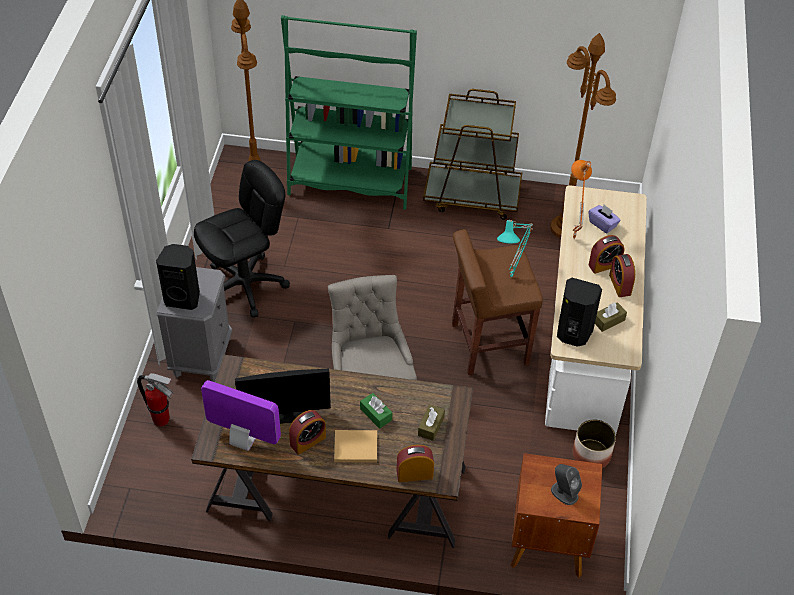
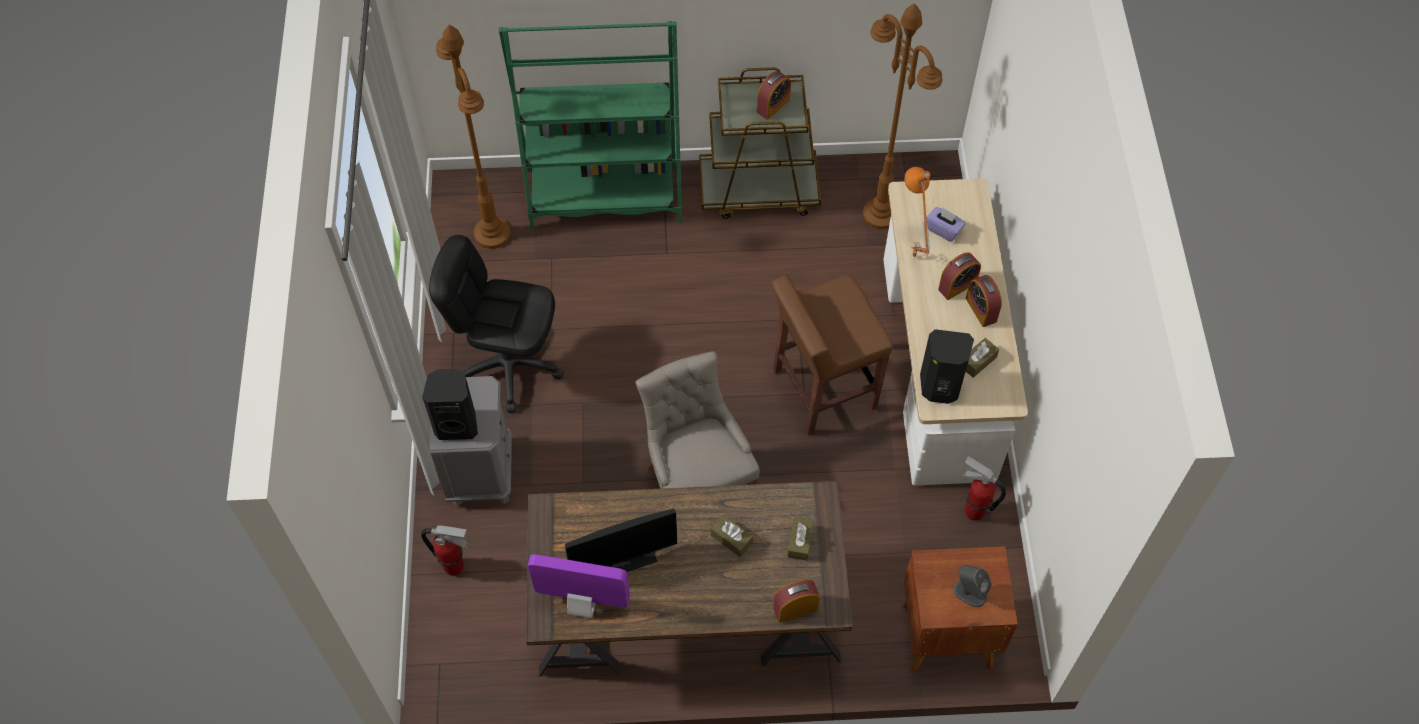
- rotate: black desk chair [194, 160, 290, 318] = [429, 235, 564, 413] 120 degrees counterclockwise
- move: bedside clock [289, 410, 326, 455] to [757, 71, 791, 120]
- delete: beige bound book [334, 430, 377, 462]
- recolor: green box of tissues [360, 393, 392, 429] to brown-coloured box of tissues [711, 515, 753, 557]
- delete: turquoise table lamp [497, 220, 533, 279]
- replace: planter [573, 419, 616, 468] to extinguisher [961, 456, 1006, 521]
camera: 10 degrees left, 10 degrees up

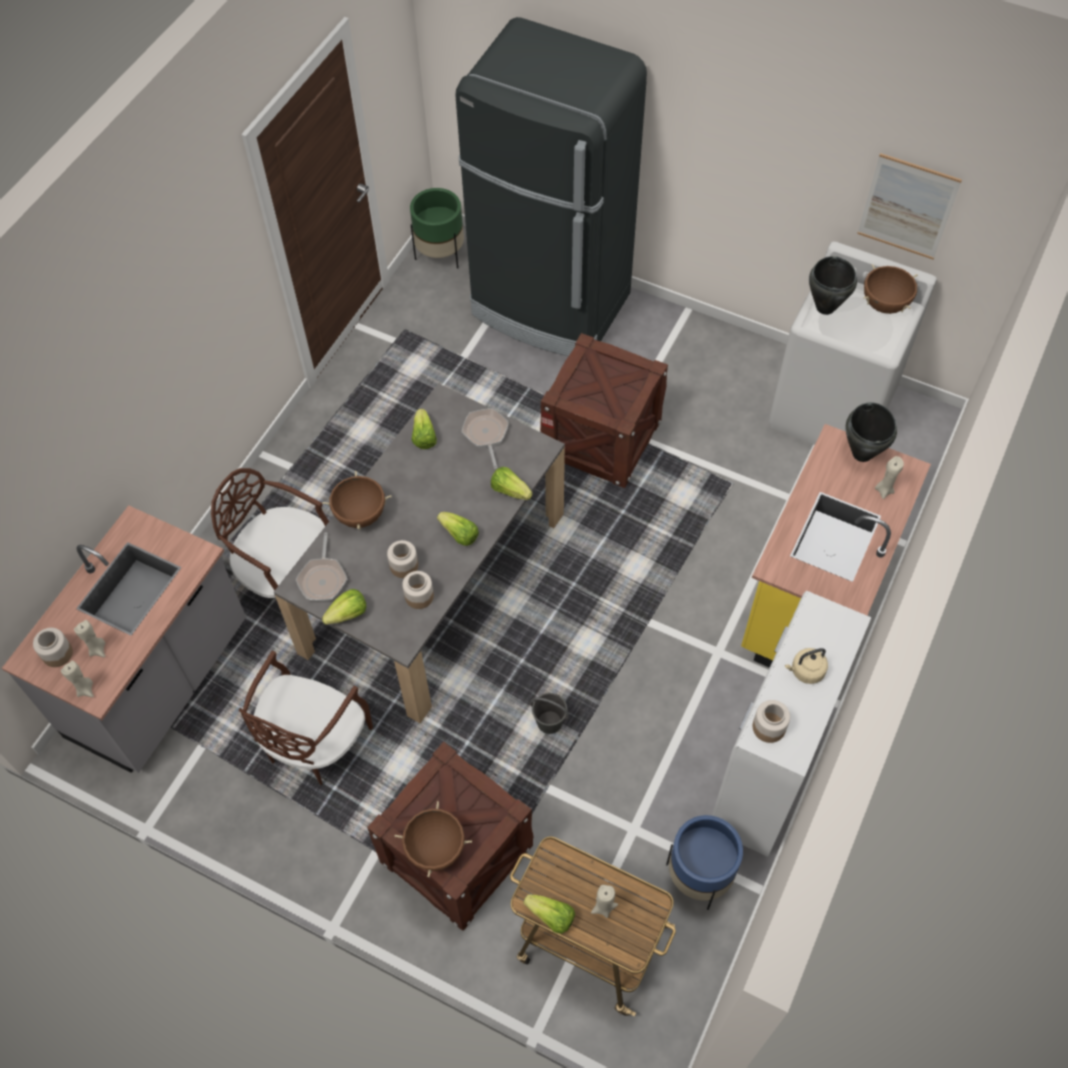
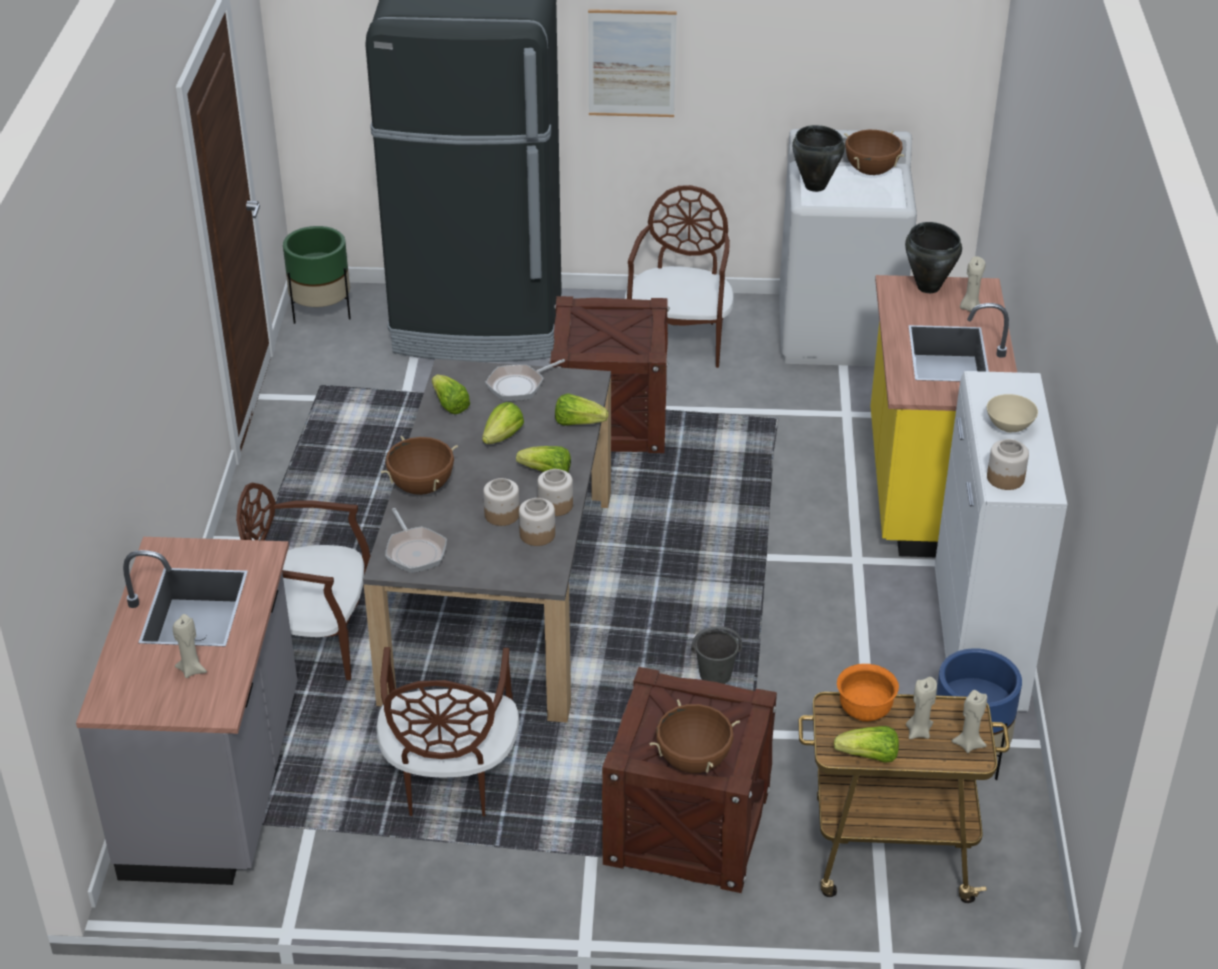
- move: preserve jar [33, 628, 73, 667] to [537, 469, 573, 516]
- move: beige candle [61, 661, 94, 697] to [952, 690, 987, 753]
- move: lettuce head [322, 589, 366, 625] to [482, 402, 524, 444]
- rotate: frying pan [461, 408, 509, 469] = [485, 359, 565, 401] 90 degrees counterclockwise
- replace: beige kettle [785, 648, 828, 684] to beige deep dish [987, 394, 1038, 433]
- move: wall picture [857, 153, 962, 259] to [588, 9, 677, 117]
- insert: brown-coloured upright chair [624, 185, 734, 368]
- insert: orange deep dish [837, 664, 899, 722]
camera: 25 degrees left, 20 degrees down

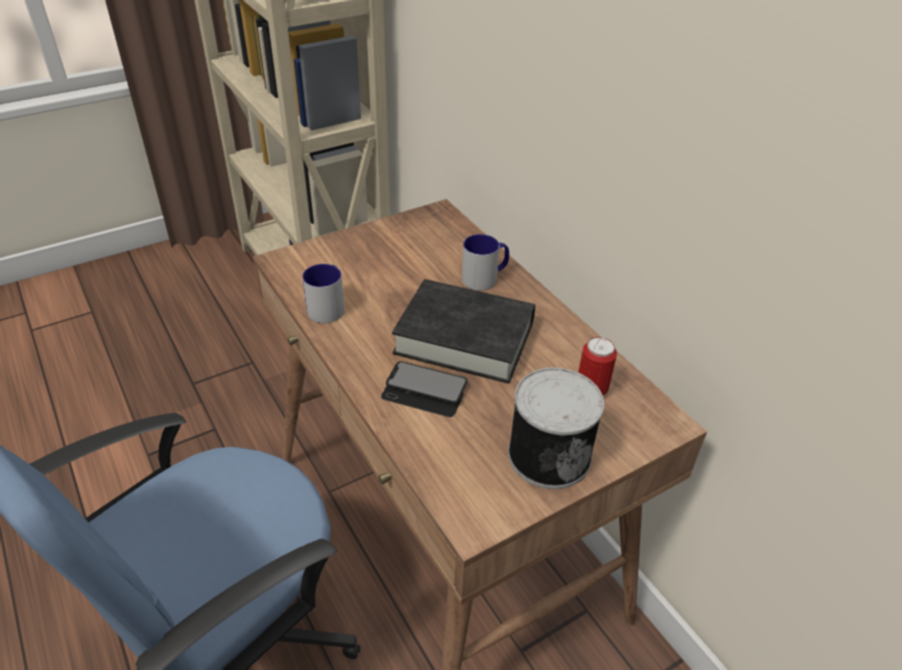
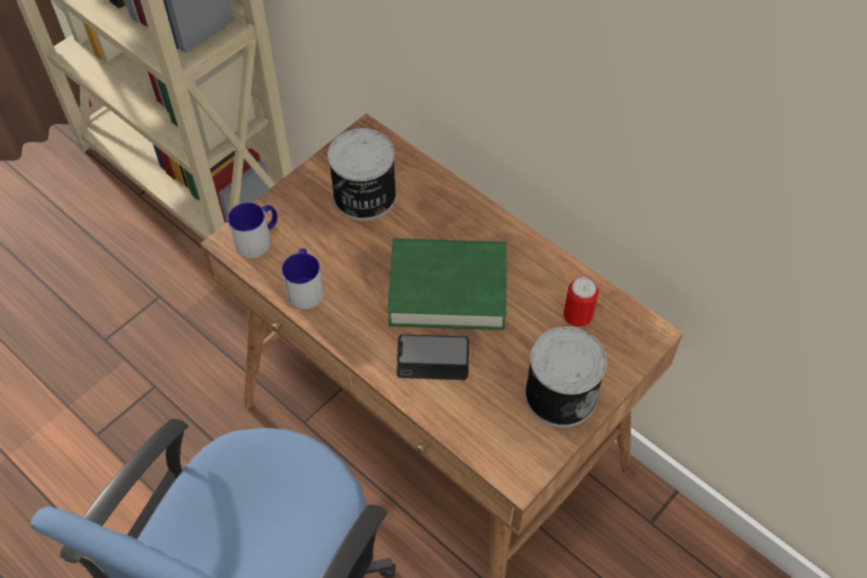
- recolor: black bound book [392, 279, 535, 384] to green bound book [388, 238, 506, 330]
- move: tea mug [462, 234, 509, 290] to [228, 203, 277, 258]
- insert: sealed can [328, 128, 397, 221]
camera: 15 degrees left, 15 degrees up

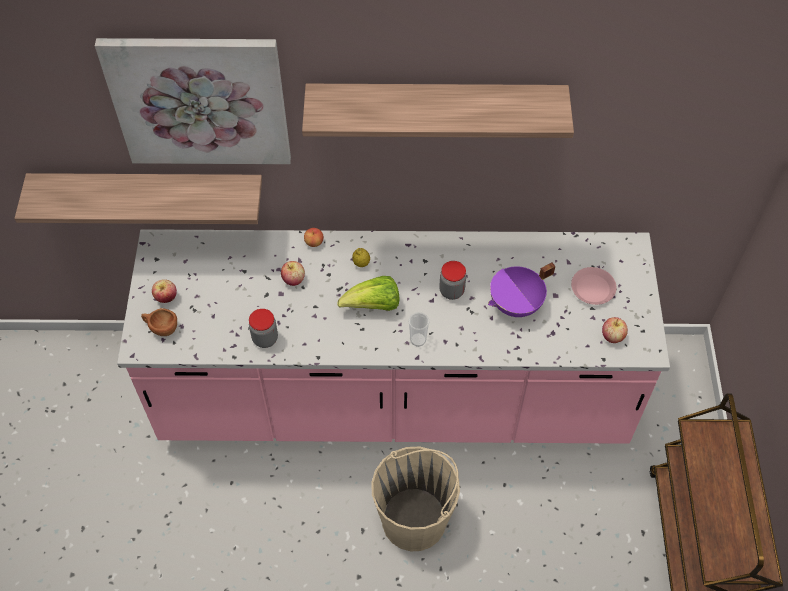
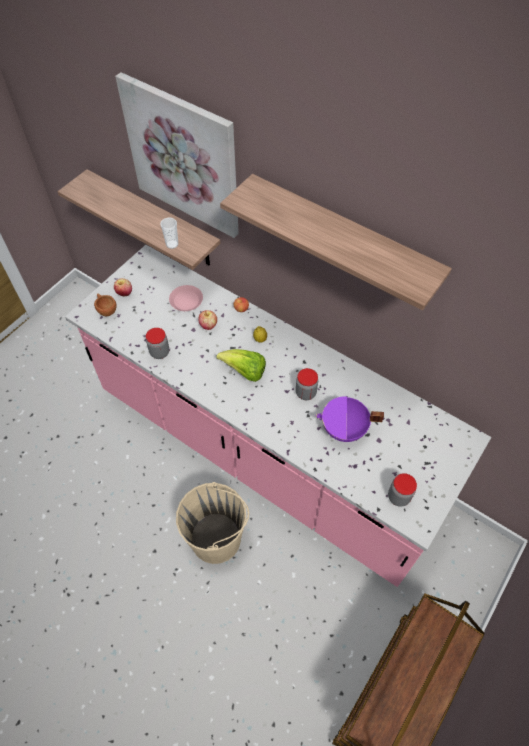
- move: cup [408, 312, 430, 347] to [160, 218, 178, 249]
- move: pink dinner plate [571, 267, 617, 305] to [169, 285, 203, 311]
- replace: apple fruit [602, 317, 628, 343] to preserve jar [388, 473, 417, 507]
camera: 35 degrees right, 0 degrees up

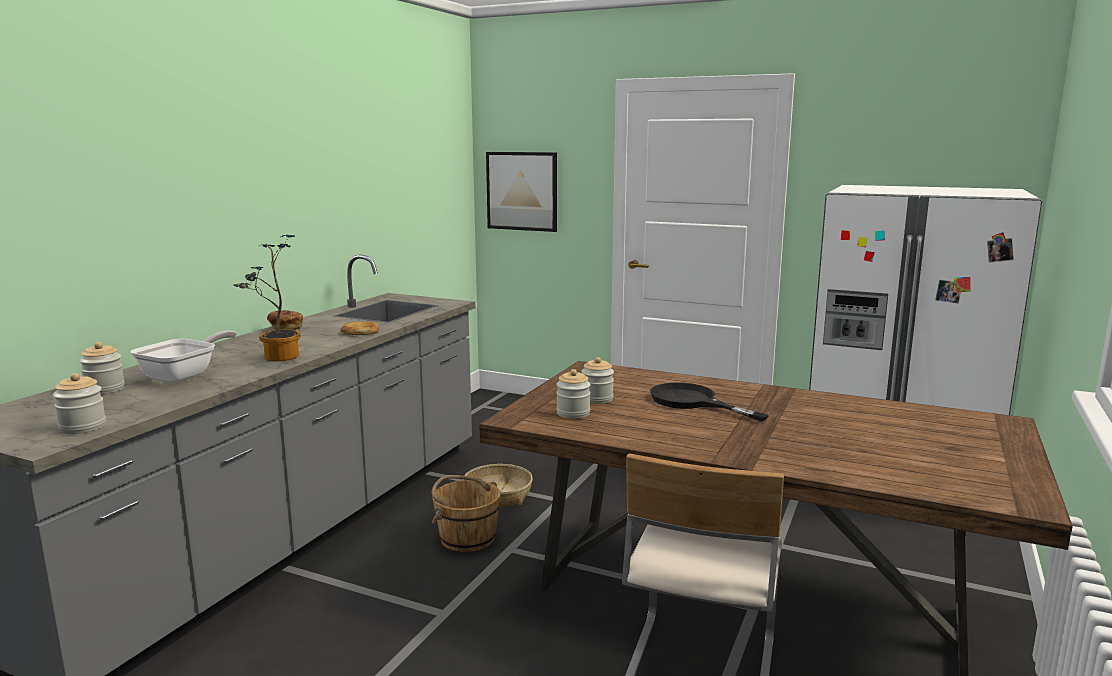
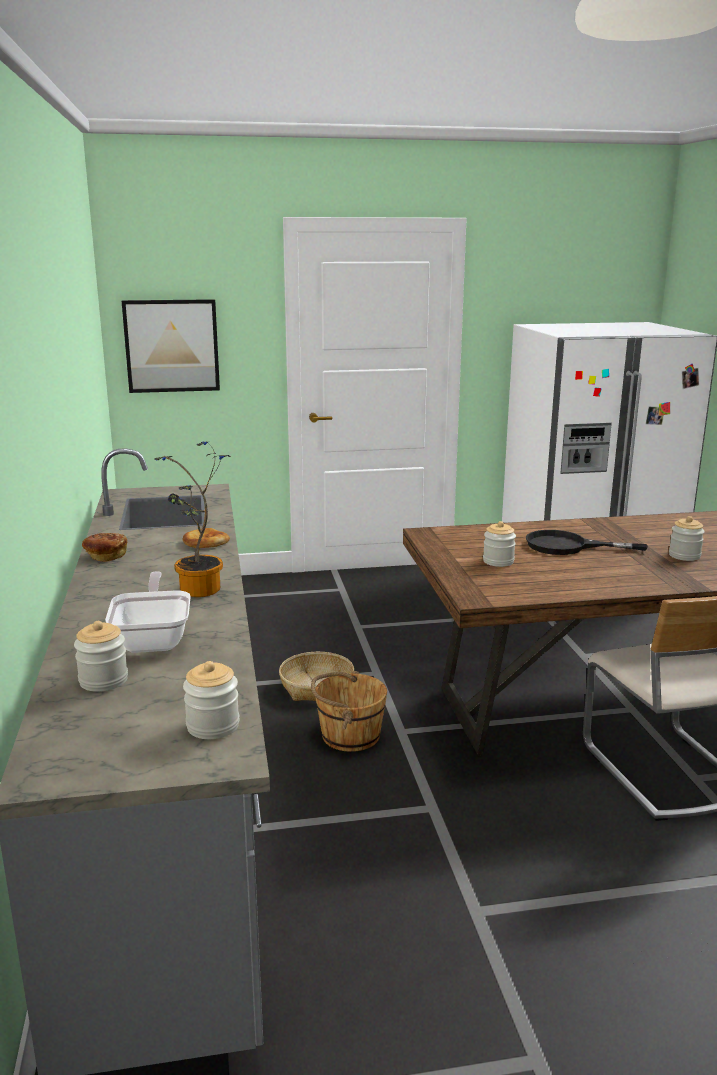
- move: preserve jar [556, 369, 591, 419] to [669, 516, 705, 561]
camera: 35 degrees left, 5 degrees up

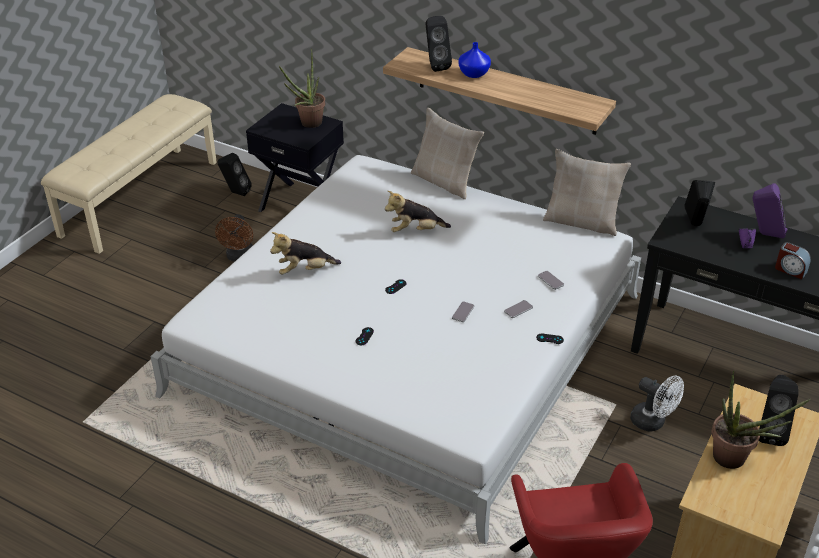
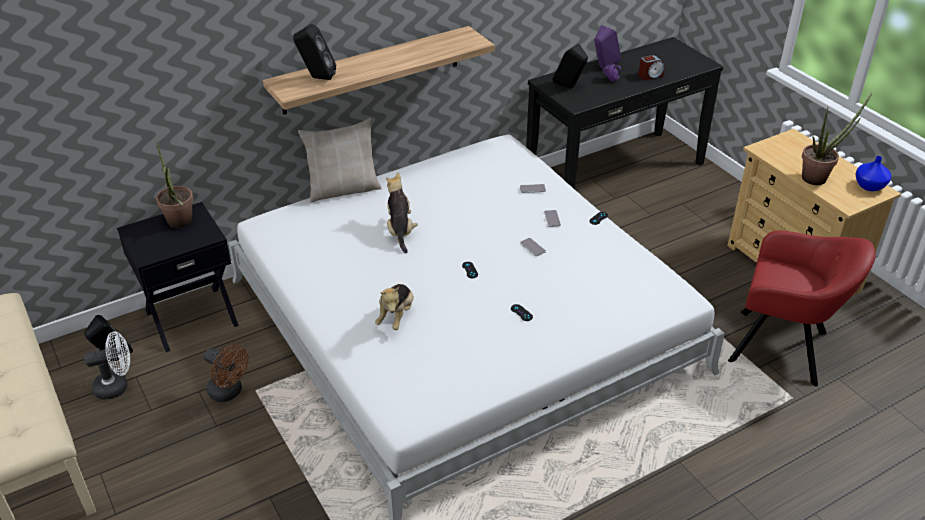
- rotate: cuddly toy [385, 191, 451, 232] = [386, 172, 418, 254] 150 degrees clockwise
- move: blue-coloured flower vase [458, 42, 491, 78] to [856, 156, 891, 191]
- delete: beige cushion [543, 149, 631, 236]
- move: white electric fan [630, 376, 684, 431] to [84, 331, 130, 400]
- delete: black speaker [759, 375, 799, 446]
camera: 60 degrees left, 0 degrees up

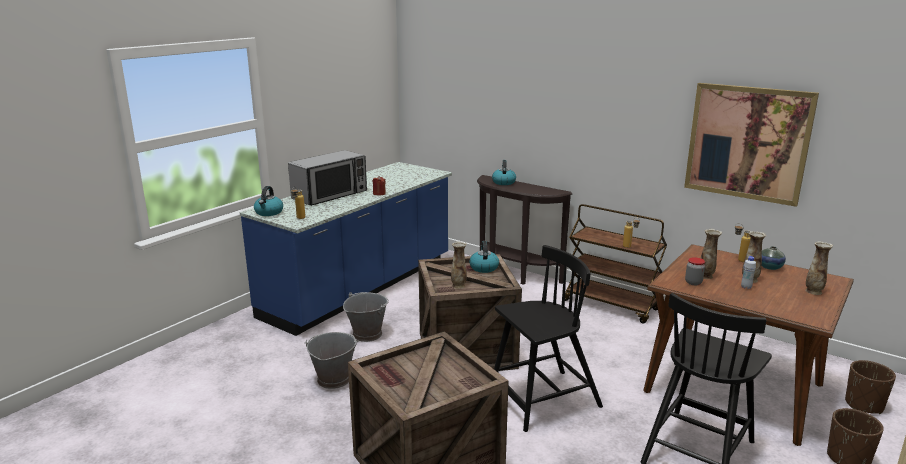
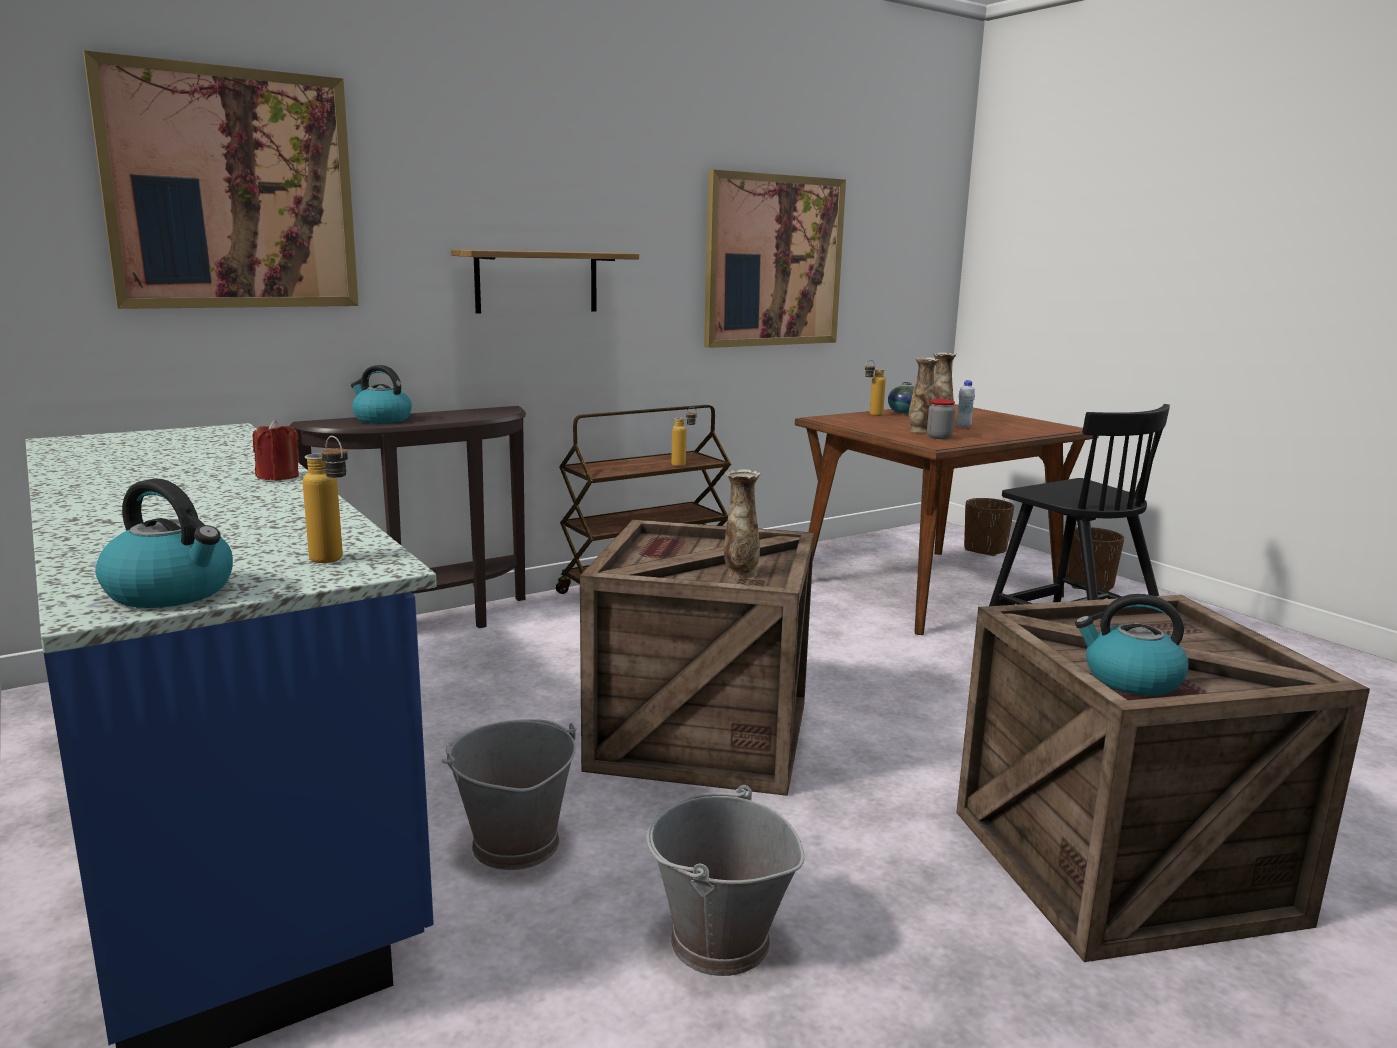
- delete: microwave [288, 150, 367, 206]
- move: kettle [469, 241, 499, 273] to [1075, 594, 1189, 696]
- delete: black upright chair [494, 245, 603, 432]
- delete: flower vase [805, 241, 833, 295]
- insert: wall picture [83, 50, 359, 309]
- insert: shelf [451, 250, 639, 314]
camera: 70 degrees left, 5 degrees down

